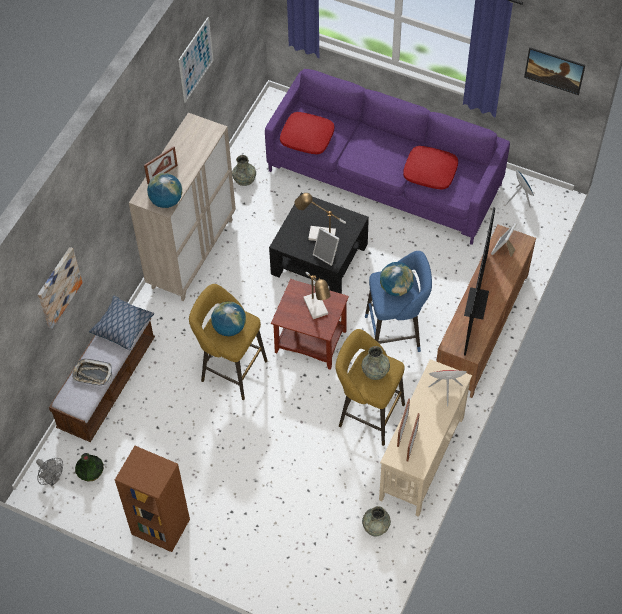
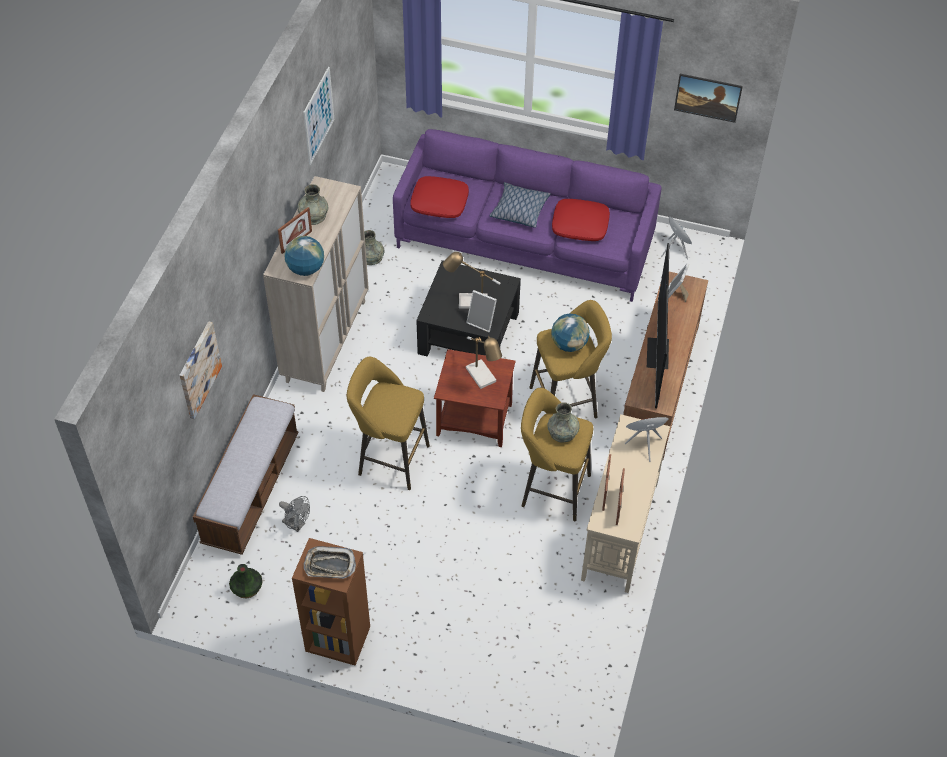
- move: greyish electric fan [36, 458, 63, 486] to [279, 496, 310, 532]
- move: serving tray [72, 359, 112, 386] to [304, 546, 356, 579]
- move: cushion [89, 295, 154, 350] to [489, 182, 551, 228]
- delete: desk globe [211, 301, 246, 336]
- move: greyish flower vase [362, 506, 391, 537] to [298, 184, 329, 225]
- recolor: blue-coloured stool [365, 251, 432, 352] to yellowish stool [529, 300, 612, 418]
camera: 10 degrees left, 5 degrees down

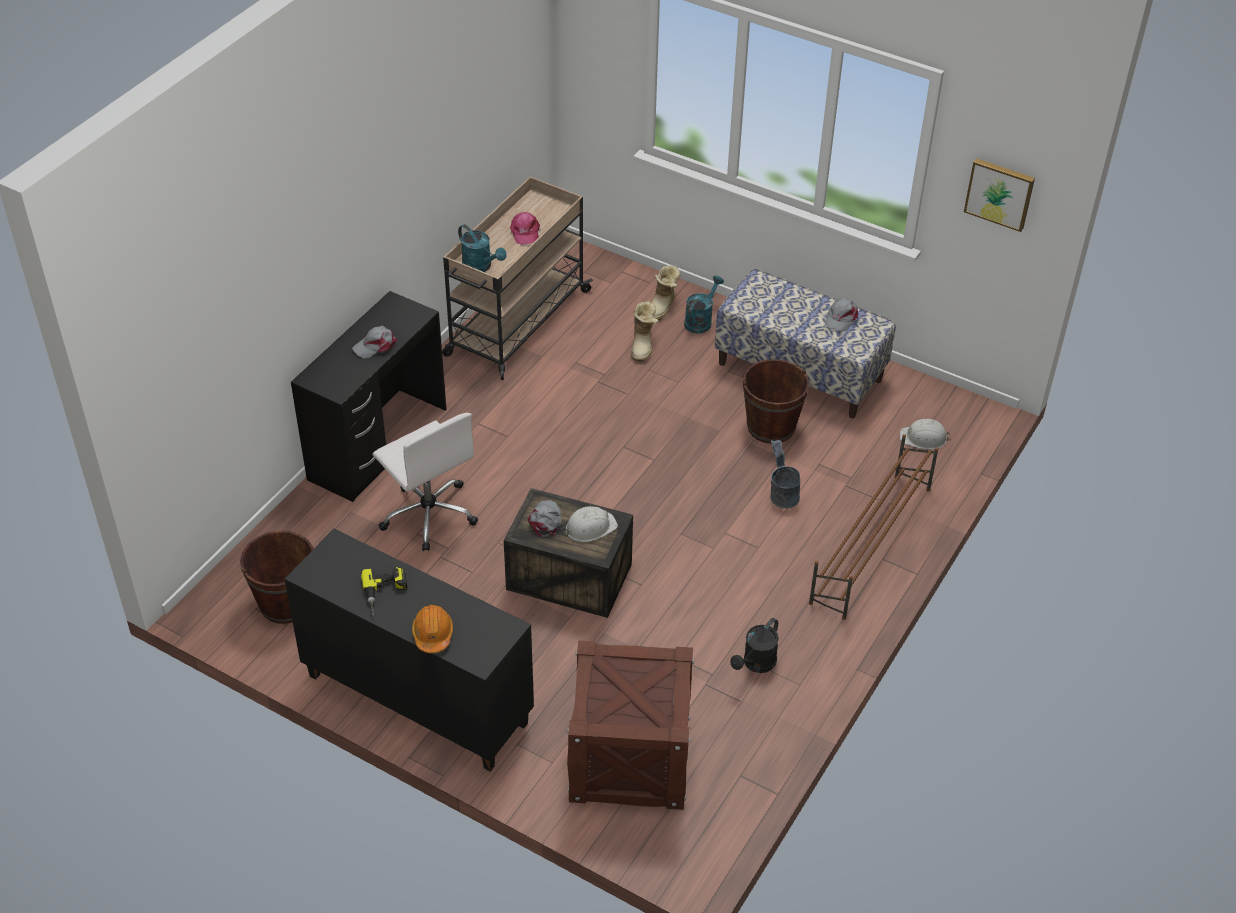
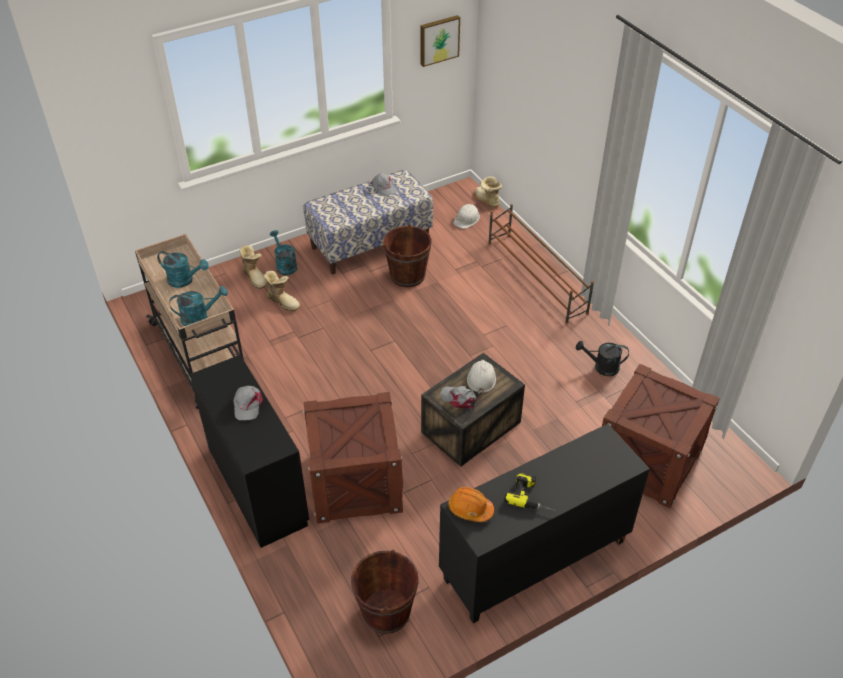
- replace: white desk chair [373, 413, 478, 551] to packing crate [303, 392, 403, 524]
- move: orange work helmet [412, 605, 453, 653] to [448, 487, 494, 522]
- replace: pink peaked cap [510, 212, 540, 245] to turquoise sprinkling can [157, 251, 209, 288]
- rotate: black sprinkling can [730, 618, 779, 673] = [576, 341, 629, 376] 120 degrees clockwise
- delete: greyish water bucket [770, 440, 800, 508]
- insert: boot [474, 176, 502, 207]
camera: 60 degrees left, 0 degrees up

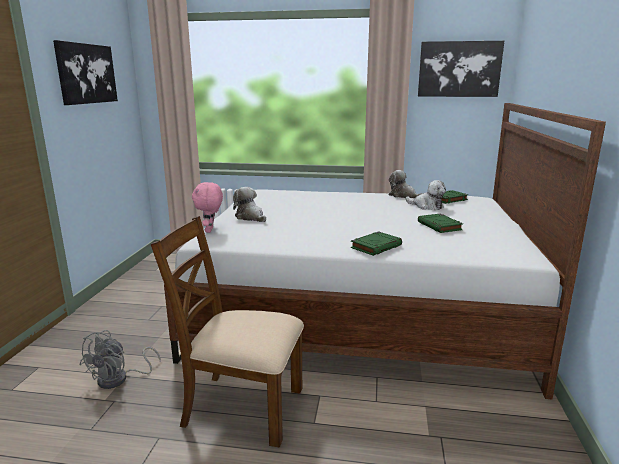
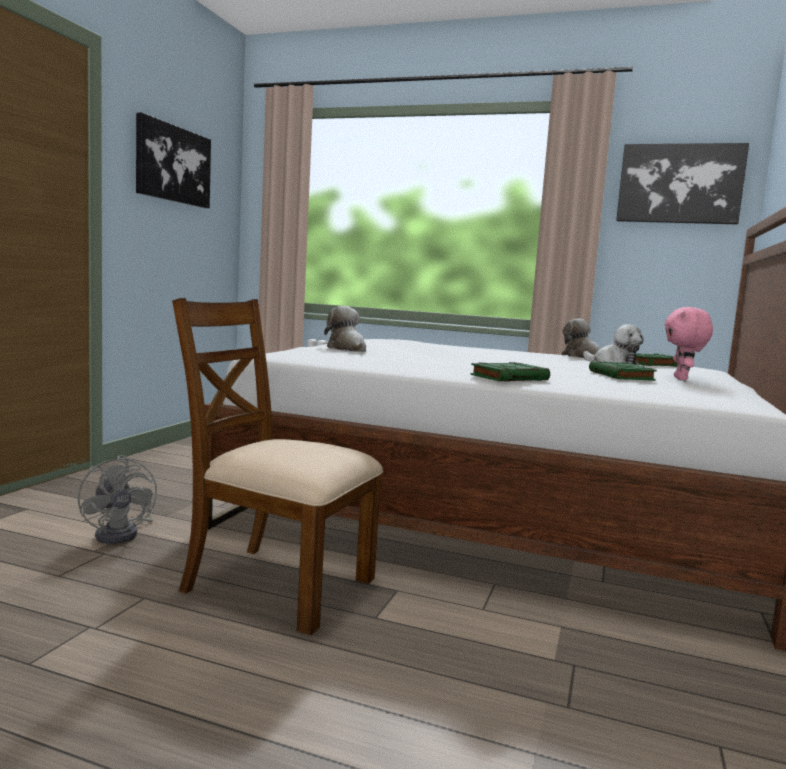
- rotate: greyish electric fan [80, 330, 161, 389] = [78, 455, 157, 544] 60 degrees counterclockwise
- move: pink cuddly toy [192, 182, 223, 233] to [665, 307, 713, 380]
camera: 10 degrees right, 10 degrees down

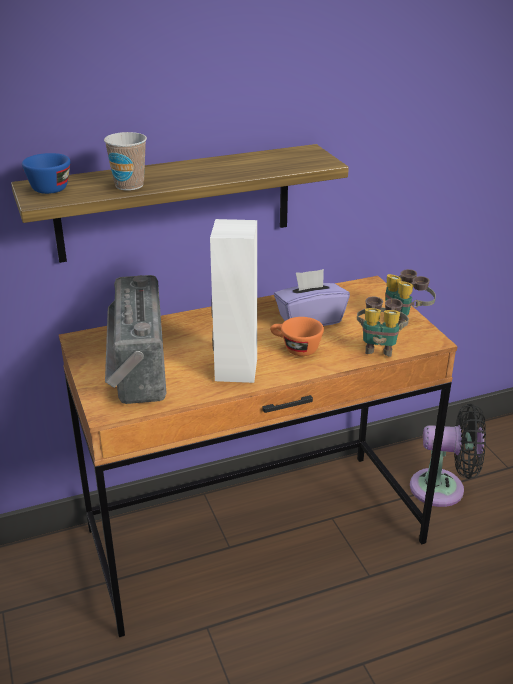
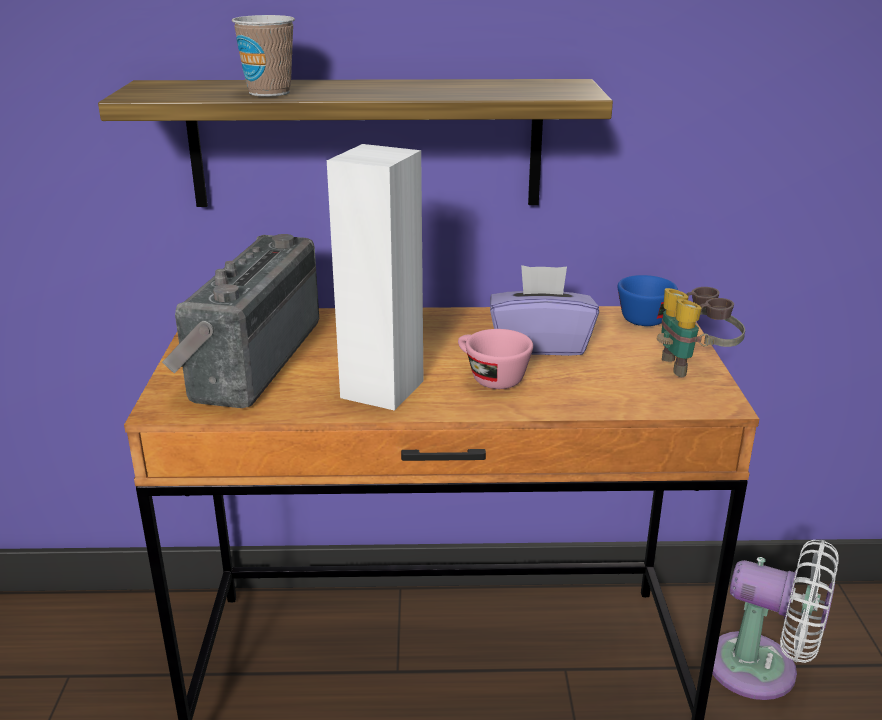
- move: blue-coloured cup [22, 153, 70, 194] to [618, 275, 678, 326]
- recolor: orange cup [270, 317, 324, 356] to pink cup [458, 329, 533, 389]
- delete: pair of binoculars [357, 296, 409, 357]
- recolor: black electric fan [410, 404, 486, 507] to white electric fan [712, 540, 839, 700]
camera: 20 degrees right, 5 degrees down

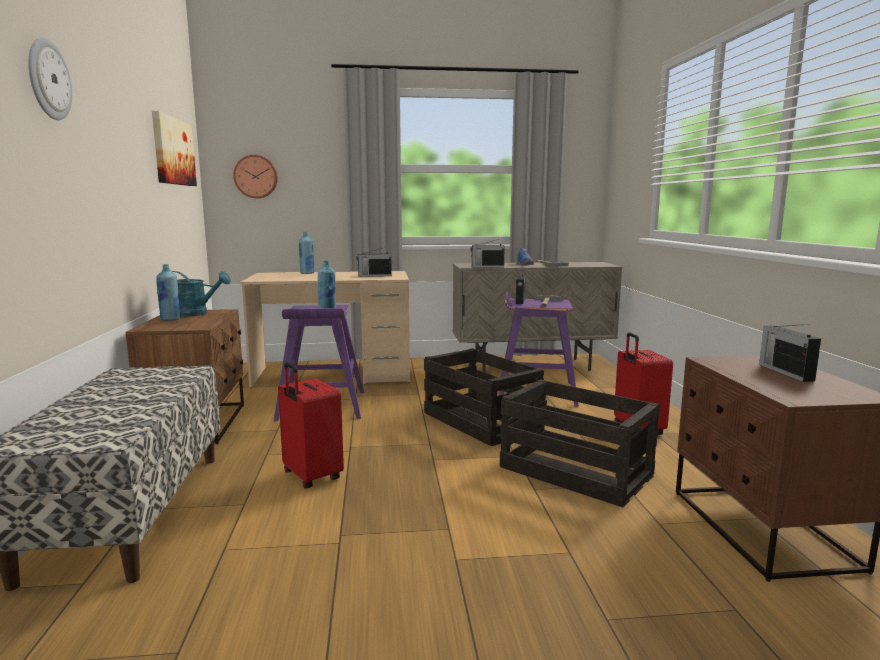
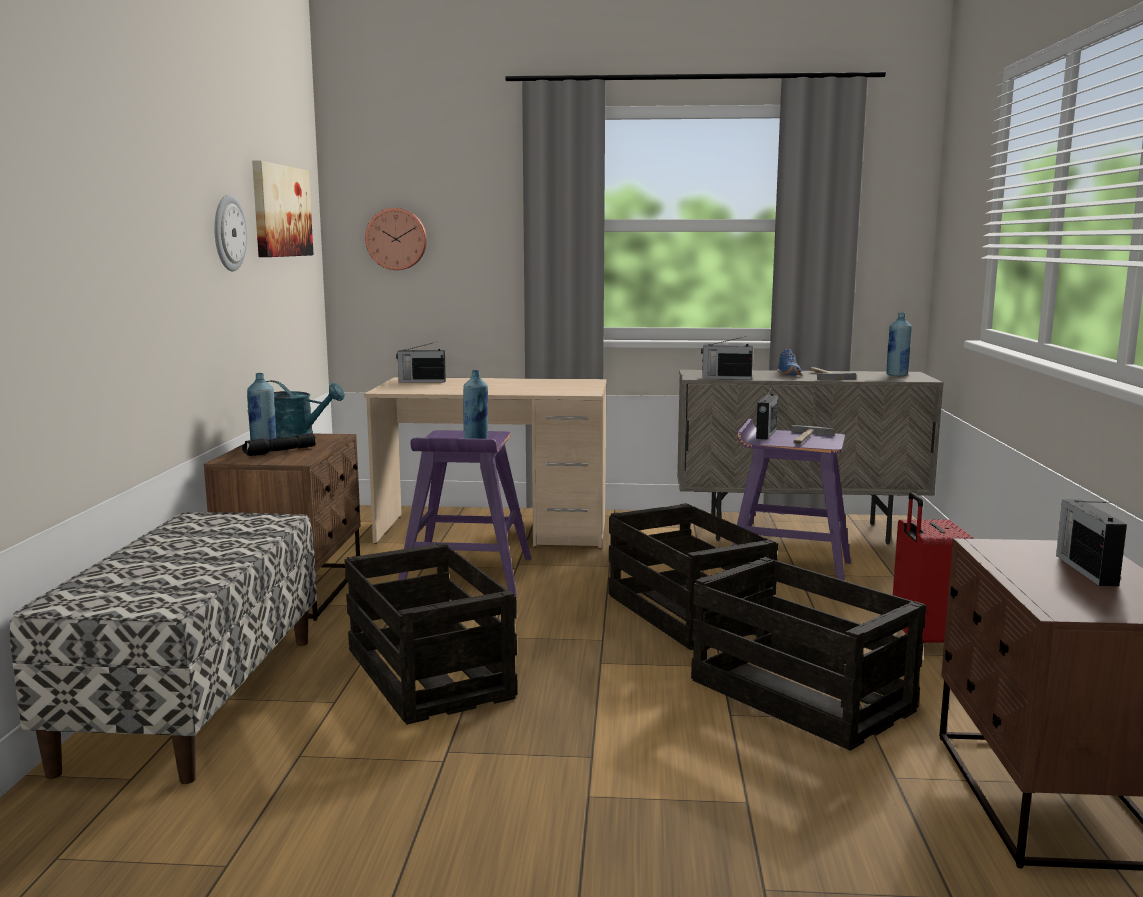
- move: clock on the wall [28, 38, 72, 120] to [214, 195, 247, 271]
- replace: red suitcase [278, 362, 344, 489] to packing crate [344, 542, 518, 725]
- move: blue-coloured bottle [299, 232, 315, 274] to [886, 313, 912, 376]
- move: radio set [357, 248, 392, 277] to [396, 342, 446, 383]
- insert: black torch [242, 434, 316, 456]
camera: 10 degrees right, 0 degrees up

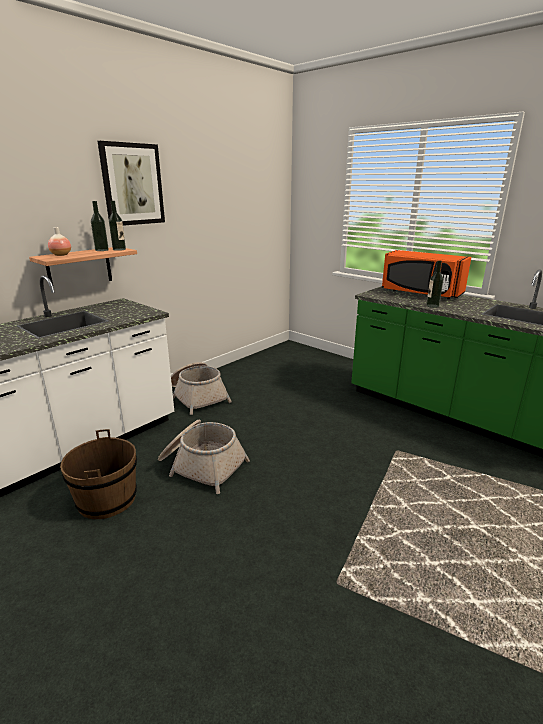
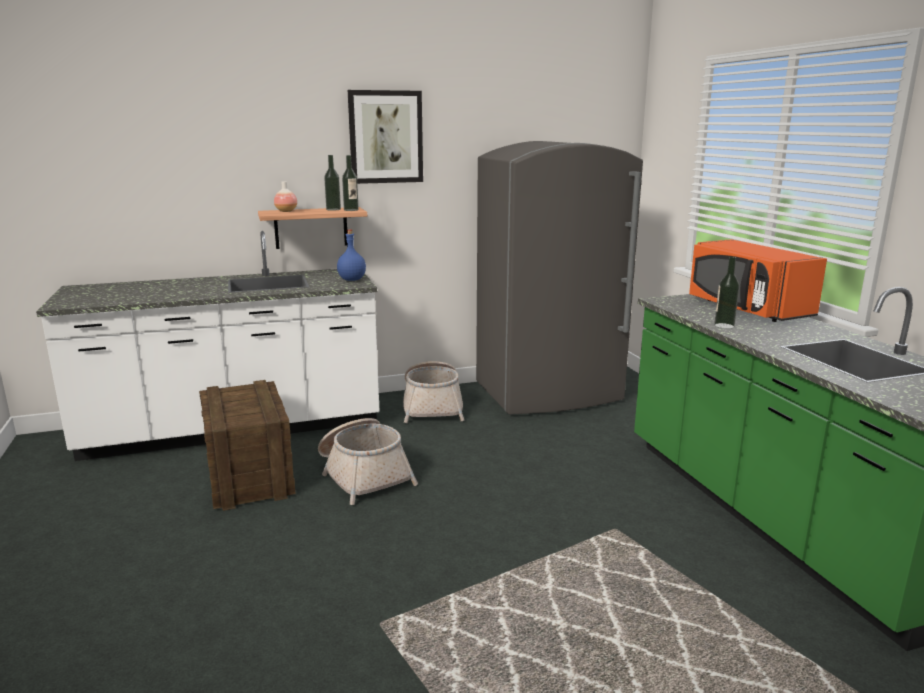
- replace: brown-coloured water bucket [60, 429, 137, 519] to packing crate [199, 380, 296, 511]
- insert: blue-coloured bottle [337, 230, 366, 281]
- insert: greyish refrigerator [476, 141, 643, 414]
camera: 30 degrees right, 5 degrees down

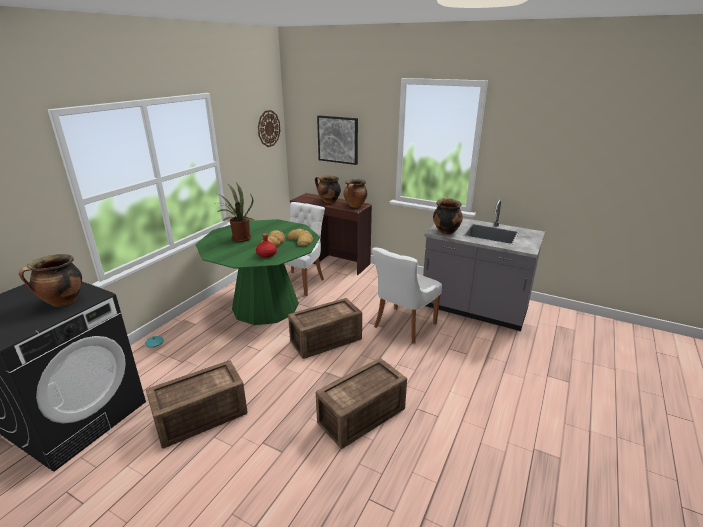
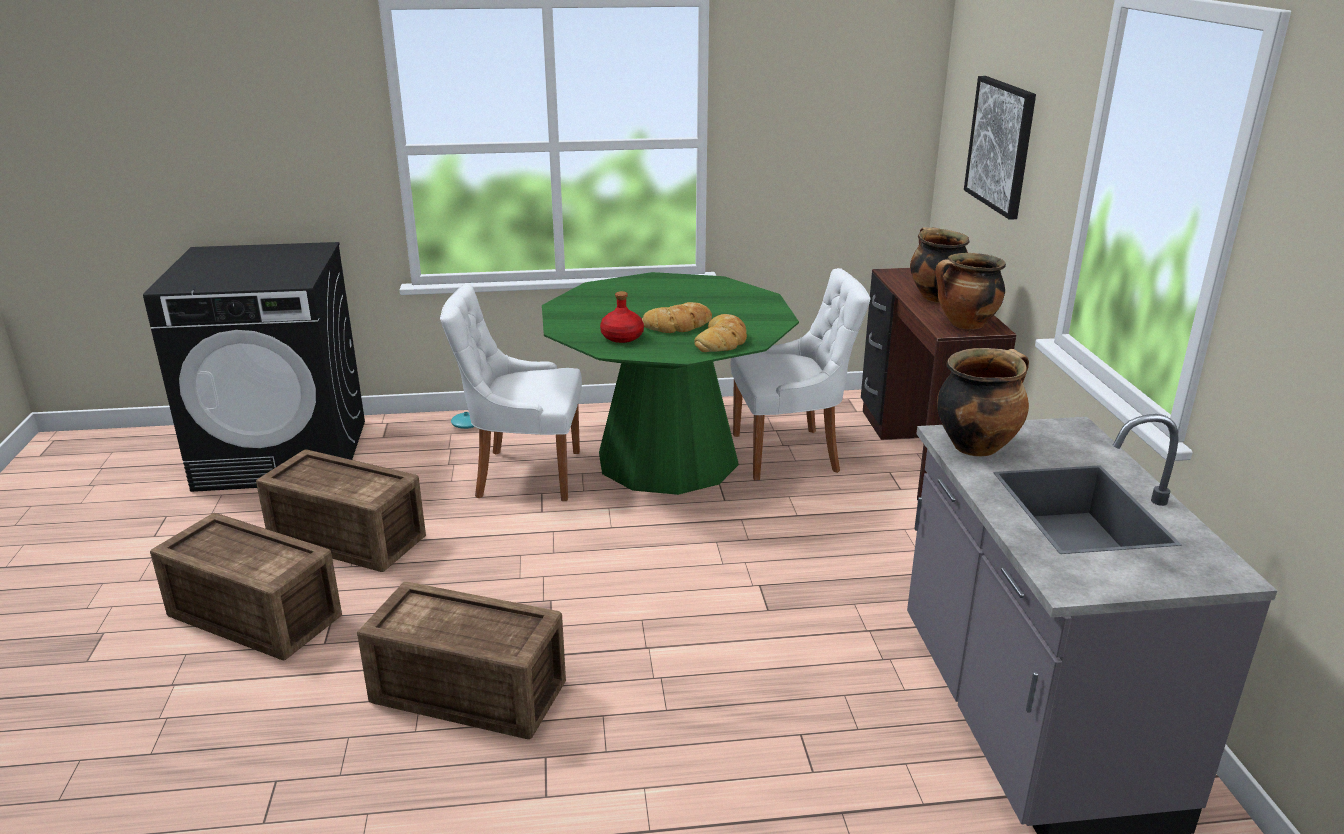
- delete: stockpot [19, 254, 82, 307]
- delete: potted plant [217, 183, 254, 242]
- delete: clock on the wall [258, 110, 280, 147]
- move: packing crate [288, 298, 362, 359] to [150, 513, 342, 660]
- move: white upright chair [372, 247, 442, 344] to [440, 285, 582, 501]
camera: 55 degrees right, 0 degrees up

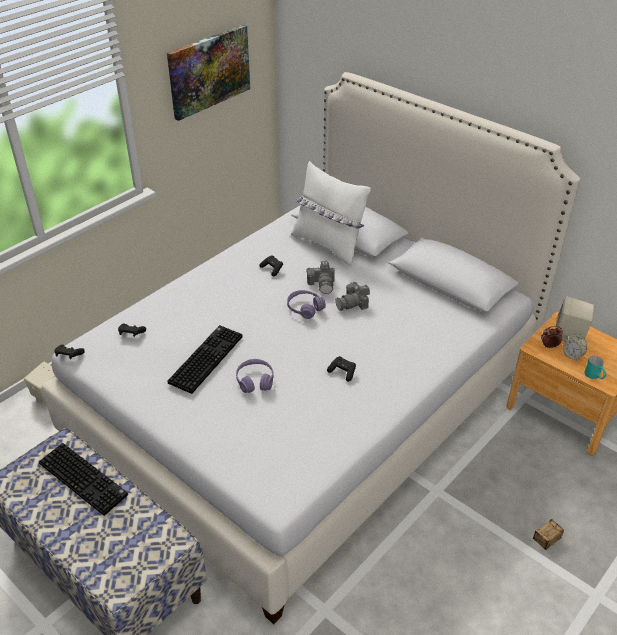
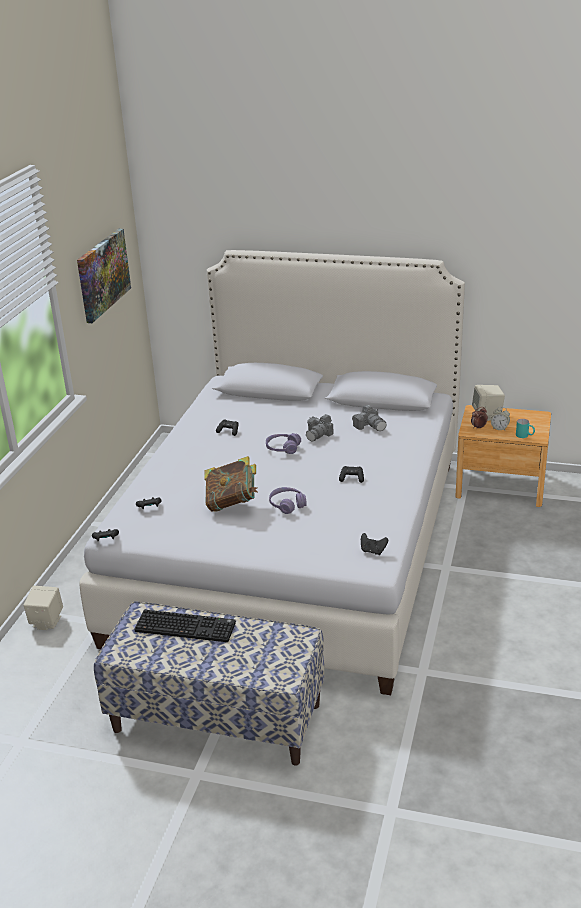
- replace: keyboard [168, 325, 243, 394] to bound book [204, 456, 258, 512]
- delete: white cushion [291, 161, 371, 266]
- move: still camera [307, 261, 335, 294] to [352, 405, 386, 431]
- delete: storage container [530, 519, 564, 550]
- insert: black game controller [361, 533, 388, 555]
camera: 25 degrees left, 10 degrees down

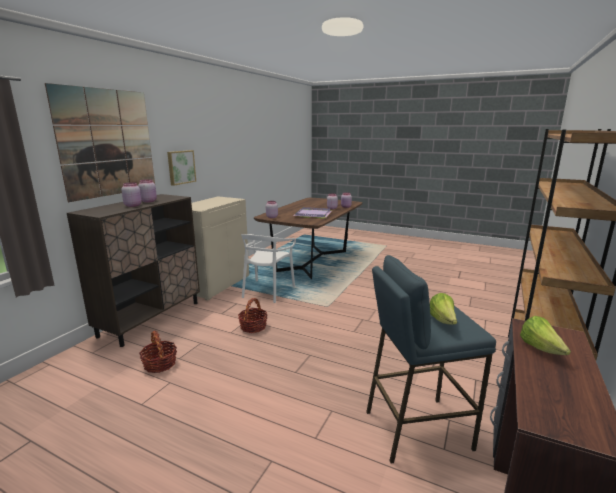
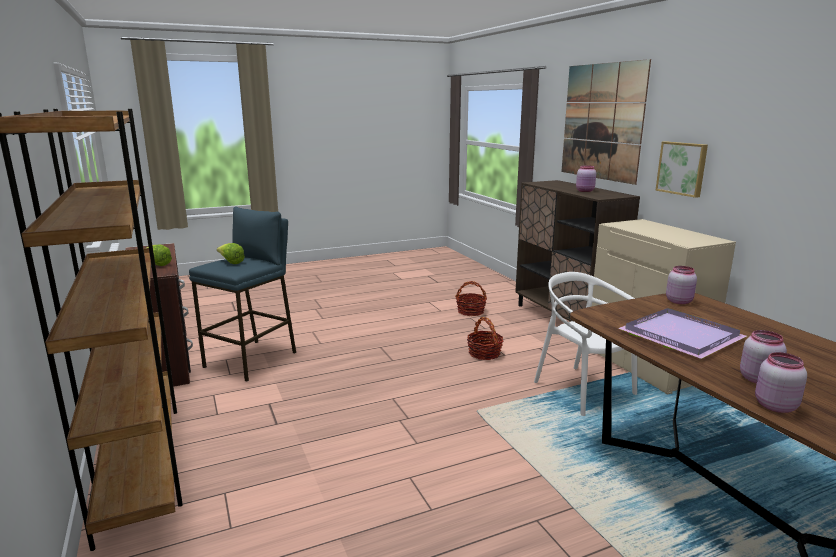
- delete: pink preserve jar [122, 183, 142, 207]
camera: 130 degrees right, 0 degrees up

